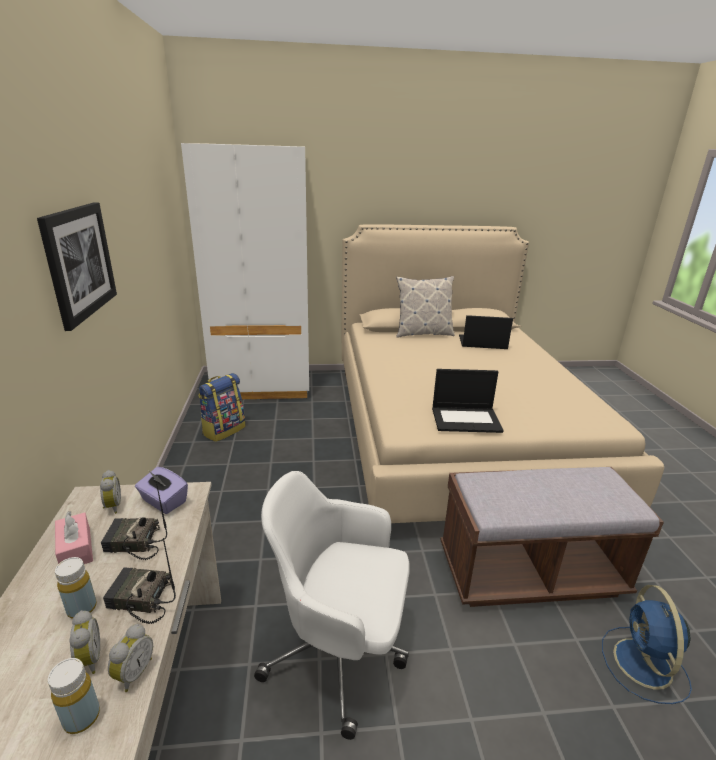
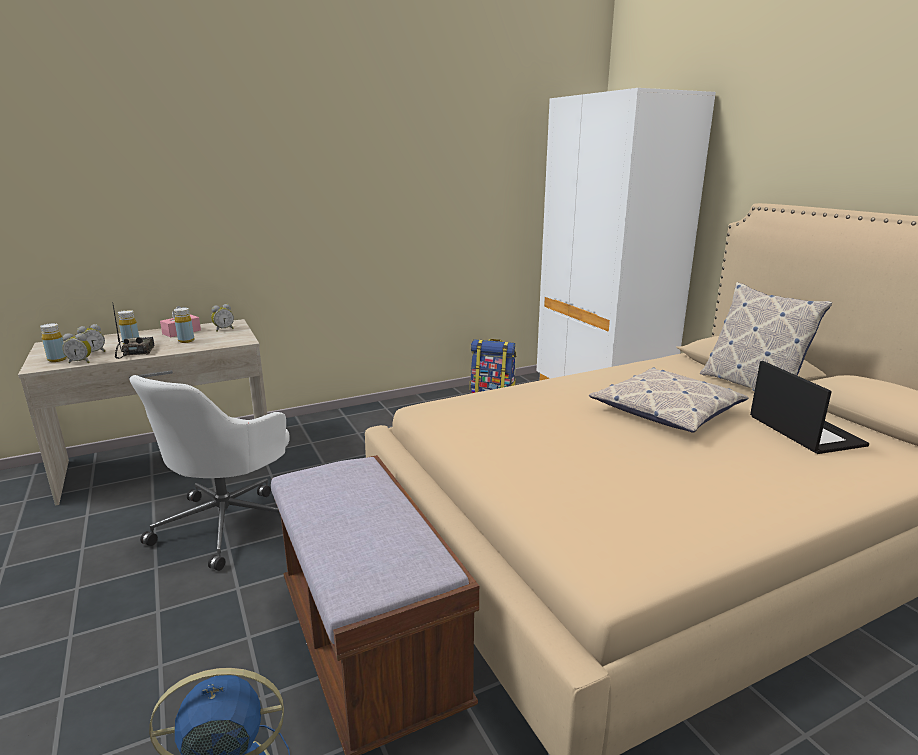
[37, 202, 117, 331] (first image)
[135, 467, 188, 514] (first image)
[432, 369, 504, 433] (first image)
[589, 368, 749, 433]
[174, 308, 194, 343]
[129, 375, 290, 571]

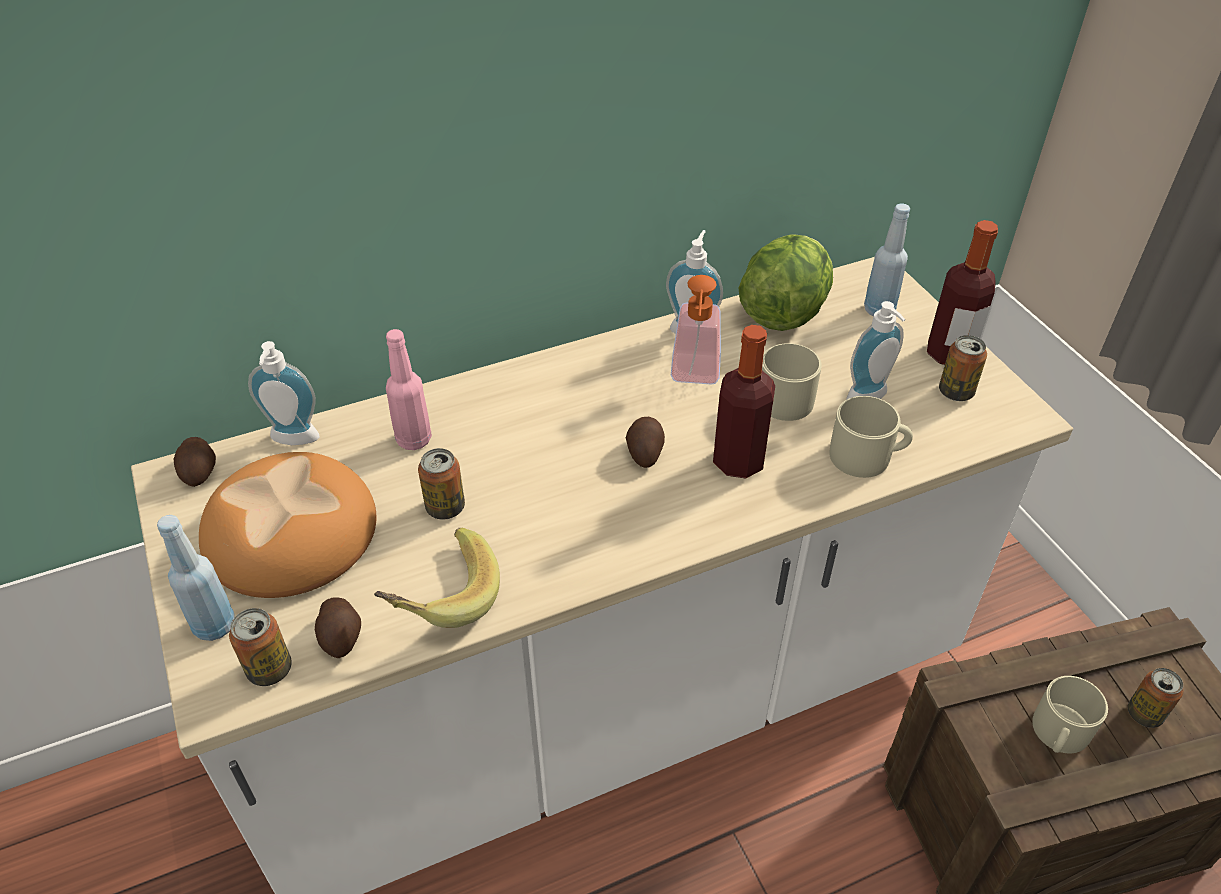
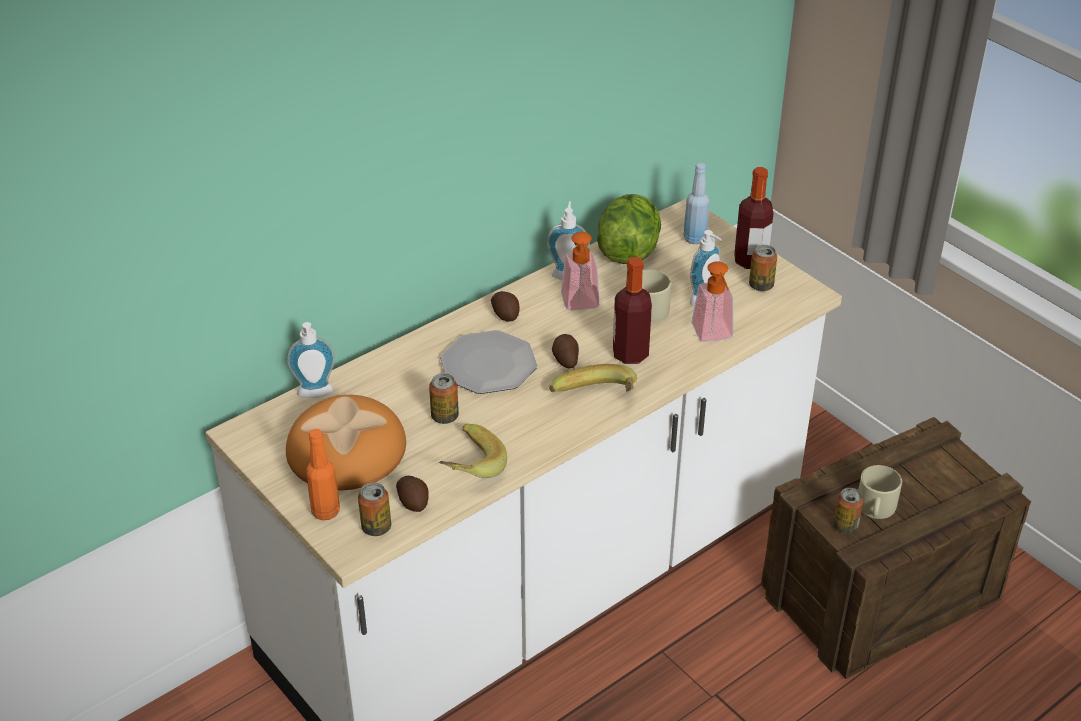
[386, 329, 432, 450] (first image)
[440, 330, 537, 394]
[549, 364, 637, 393]
[491, 291, 520, 321]
[833, 488, 863, 533]
[691, 261, 733, 342]
[306, 429, 340, 520]

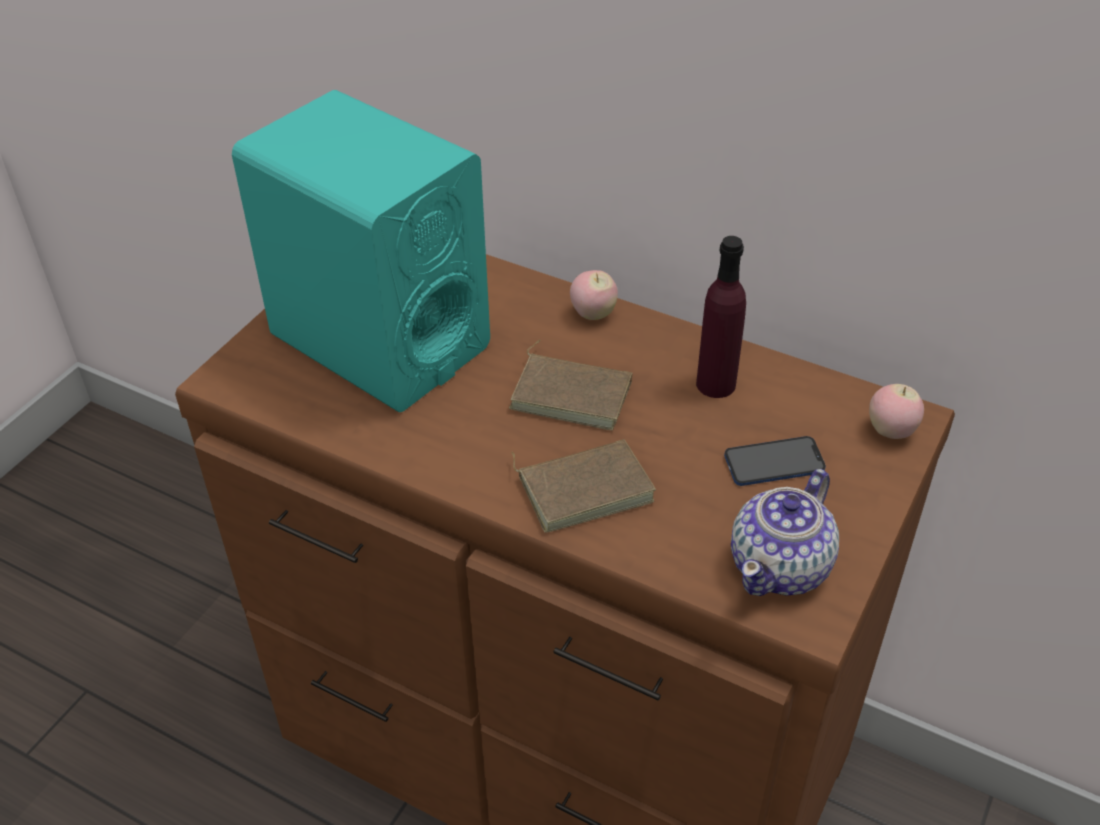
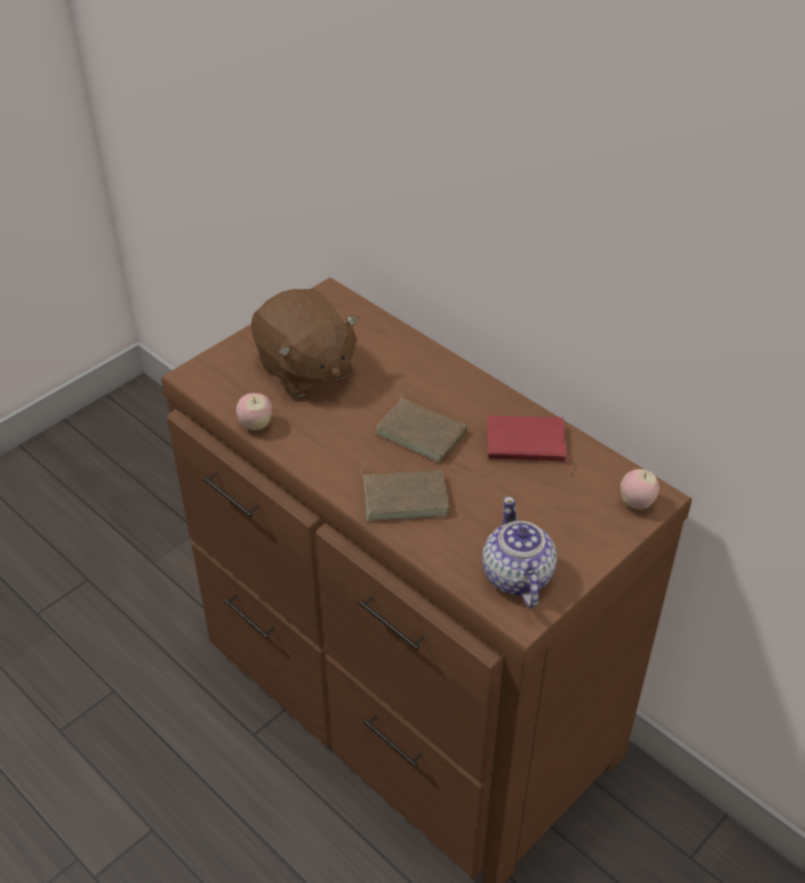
[724, 436, 826, 486] (first image)
[236, 393, 272, 430]
[251, 289, 359, 397]
[487, 416, 570, 470]
[482, 496, 557, 608]

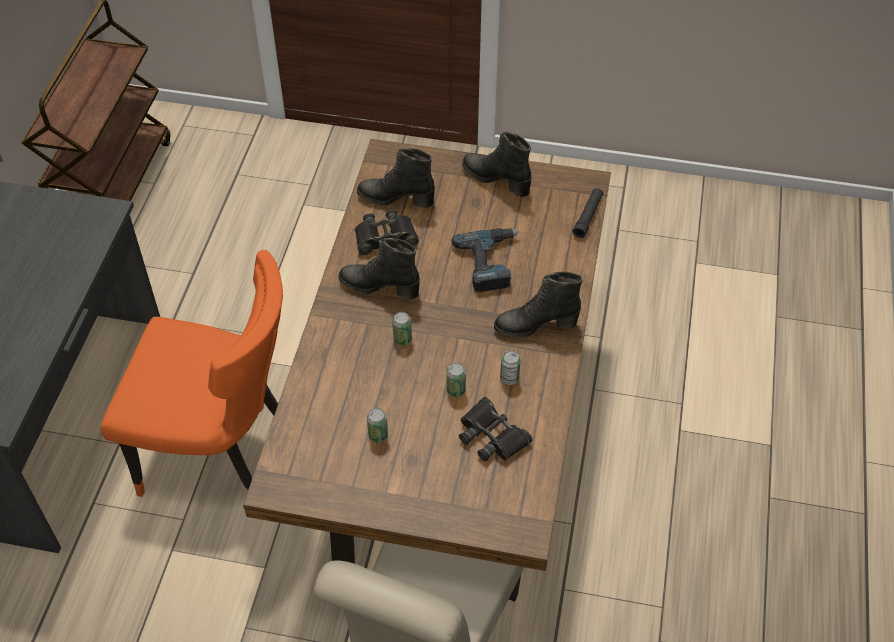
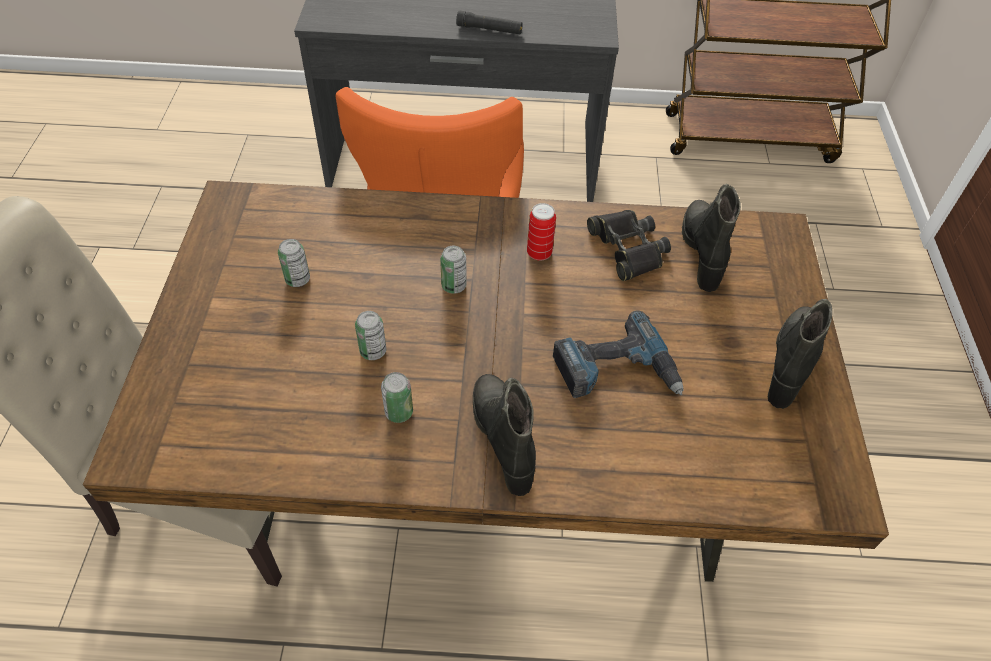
[459, 397, 532, 462] (first image)
[456, 10, 523, 34]
[527, 203, 556, 260]

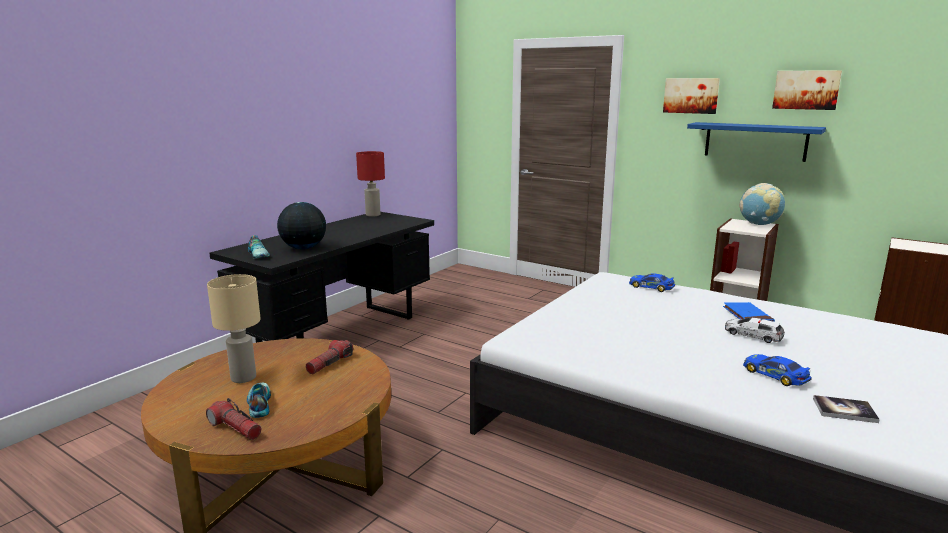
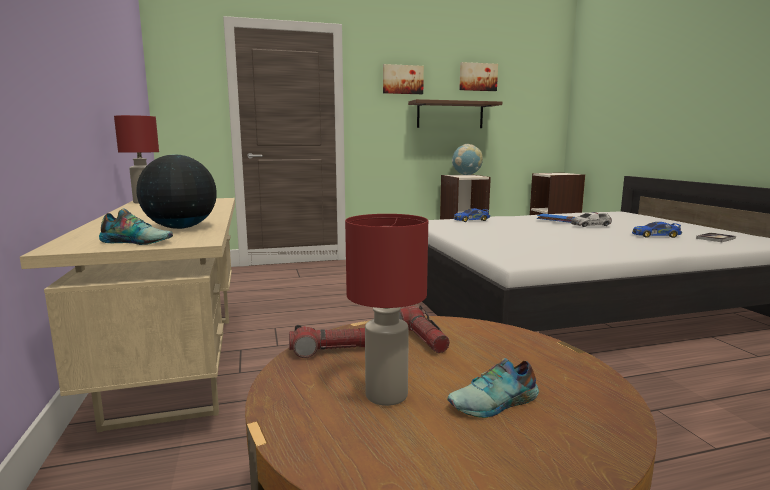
[289, 325, 365, 358]
[345, 214, 428, 406]
[20, 198, 235, 432]
[408, 99, 502, 128]
[447, 358, 539, 418]

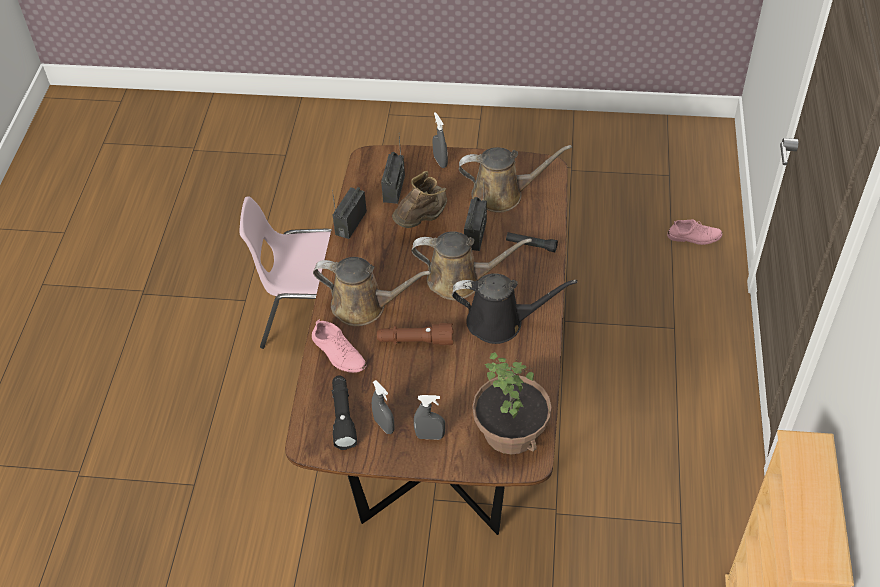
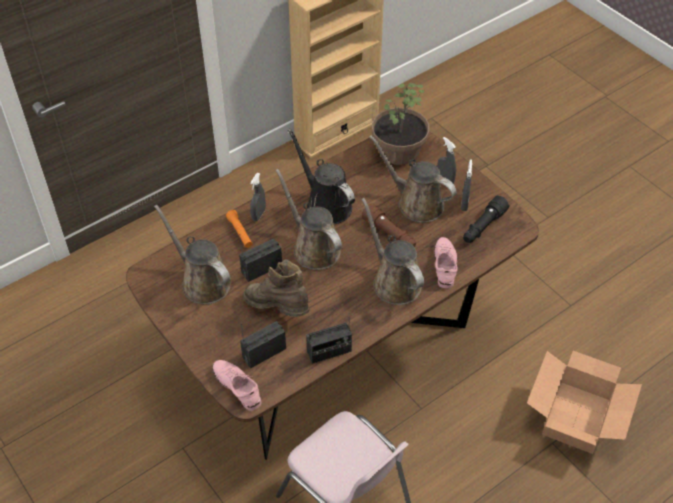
[369, 135, 456, 223]
[527, 351, 642, 454]
[250, 173, 266, 221]
[212, 360, 261, 411]
[226, 210, 252, 248]
[243, 259, 310, 317]

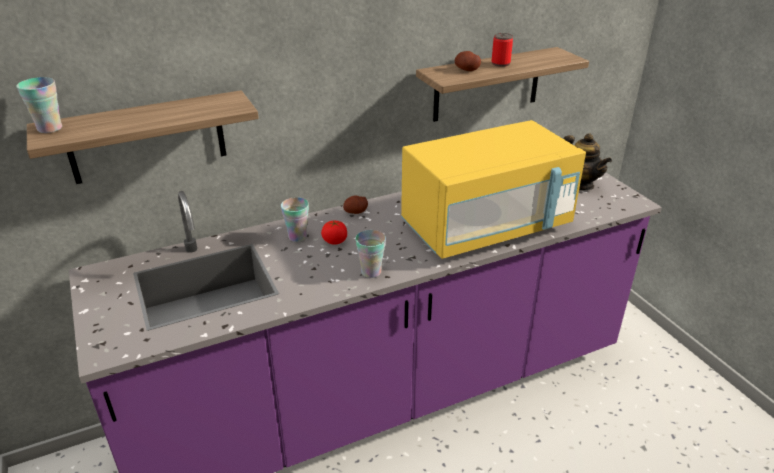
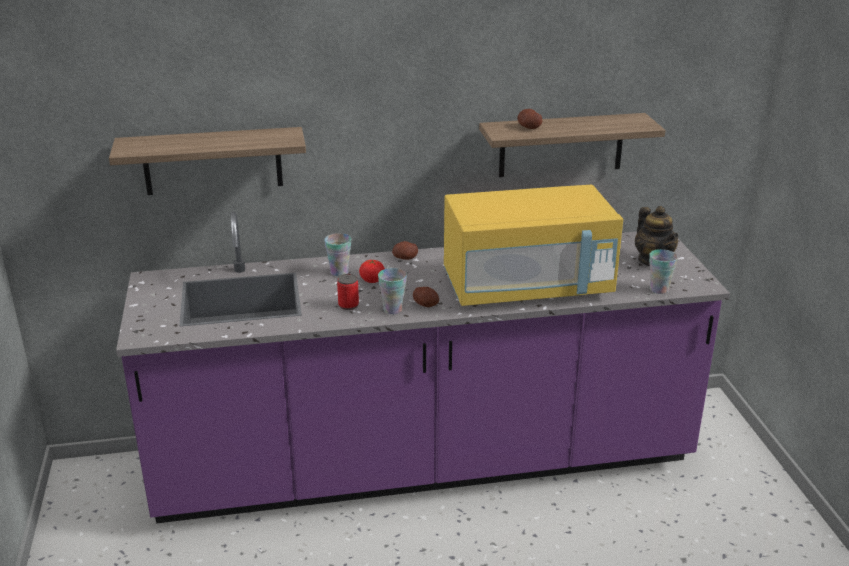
[413, 287, 439, 307]
[649, 249, 678, 294]
[337, 274, 359, 310]

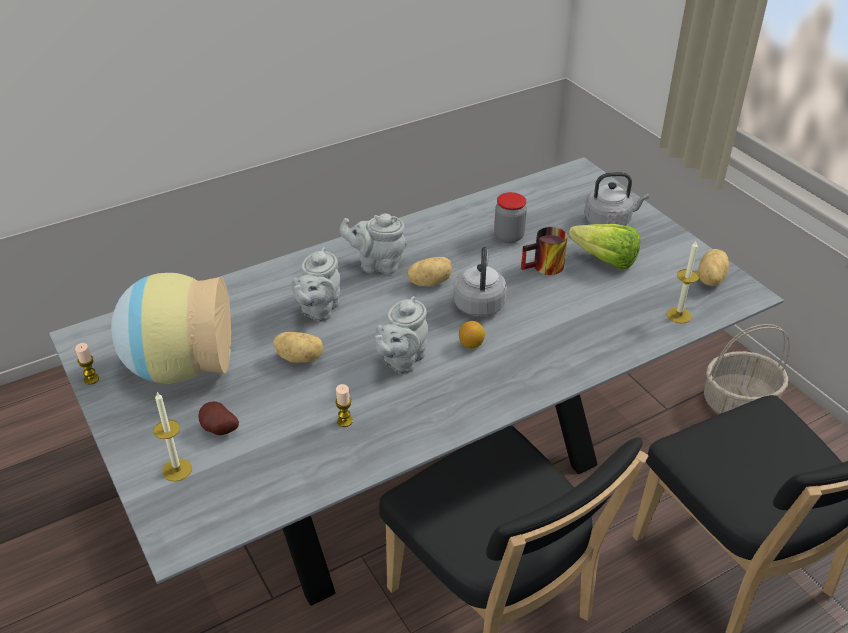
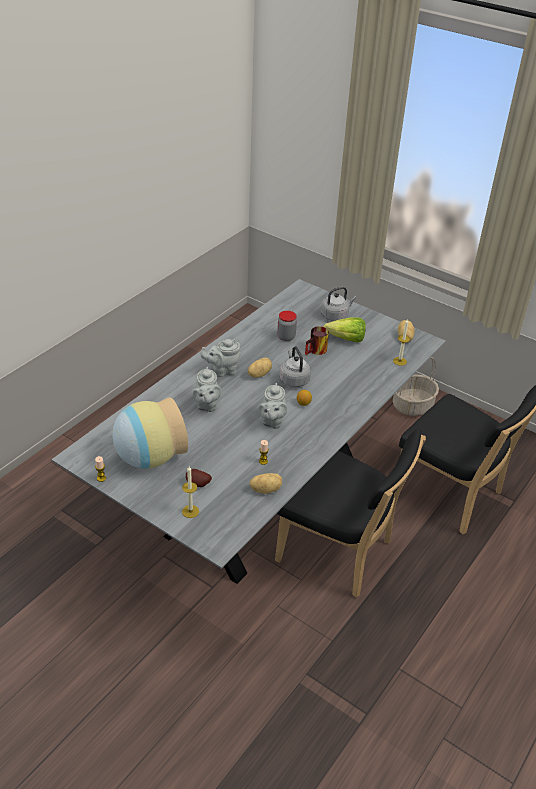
[250, 473, 282, 494]

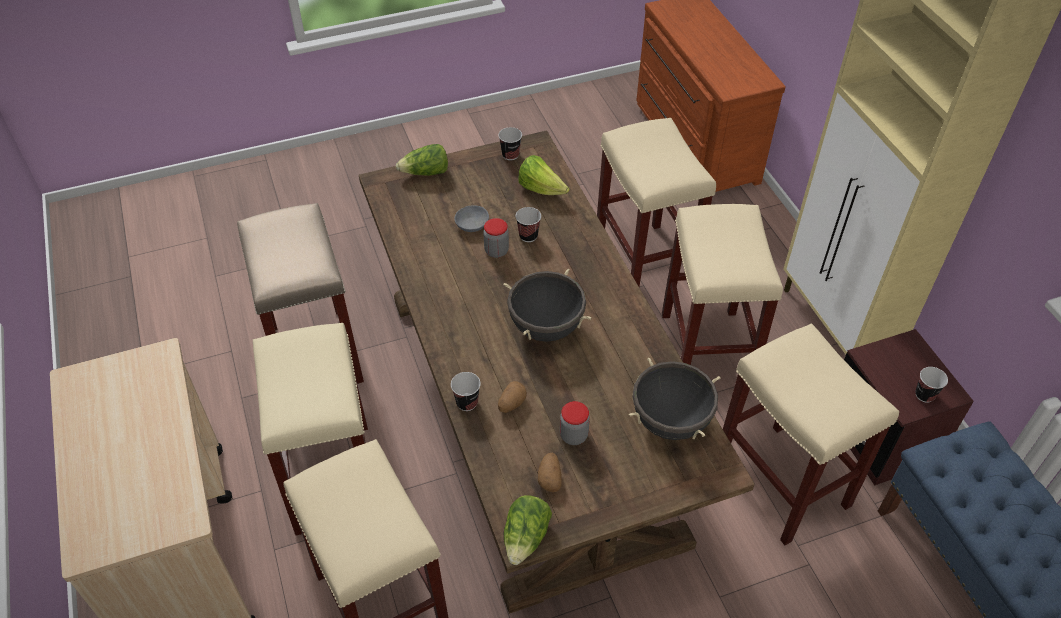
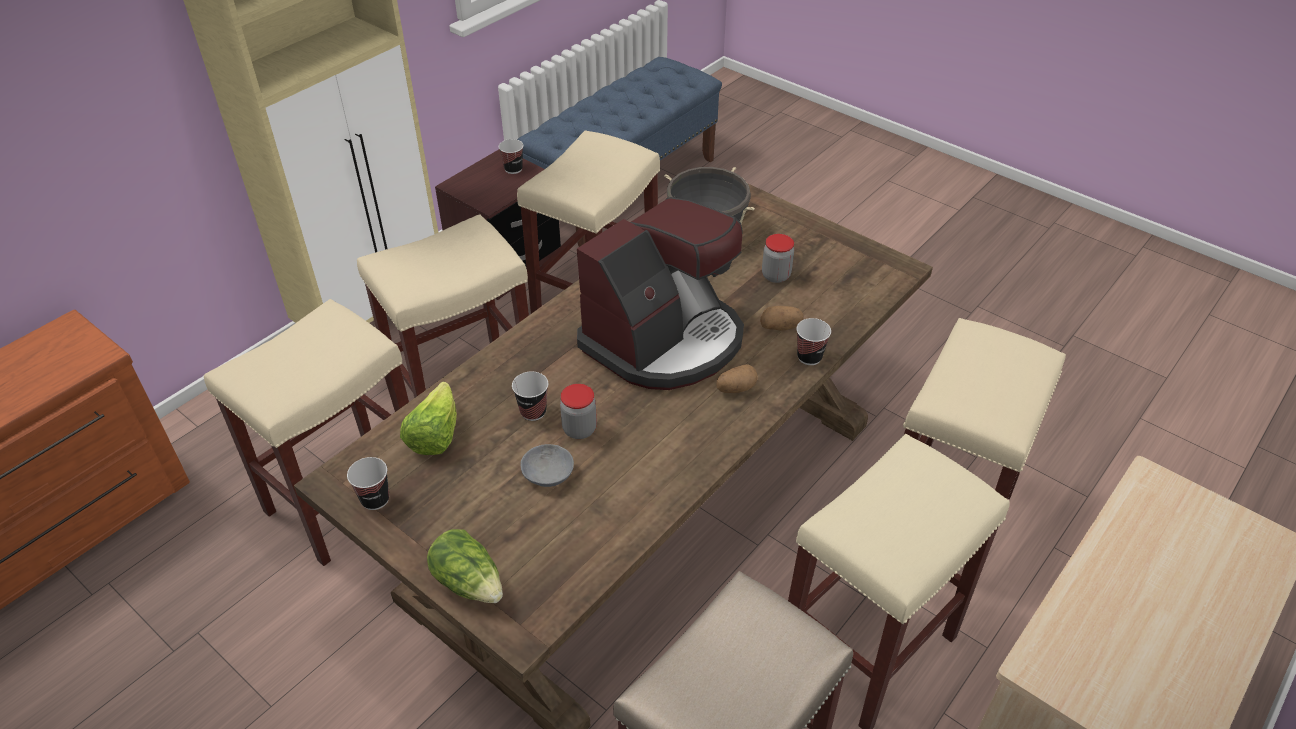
[504, 495, 552, 565] (first image)
[716, 364, 758, 393]
[577, 197, 744, 390]

